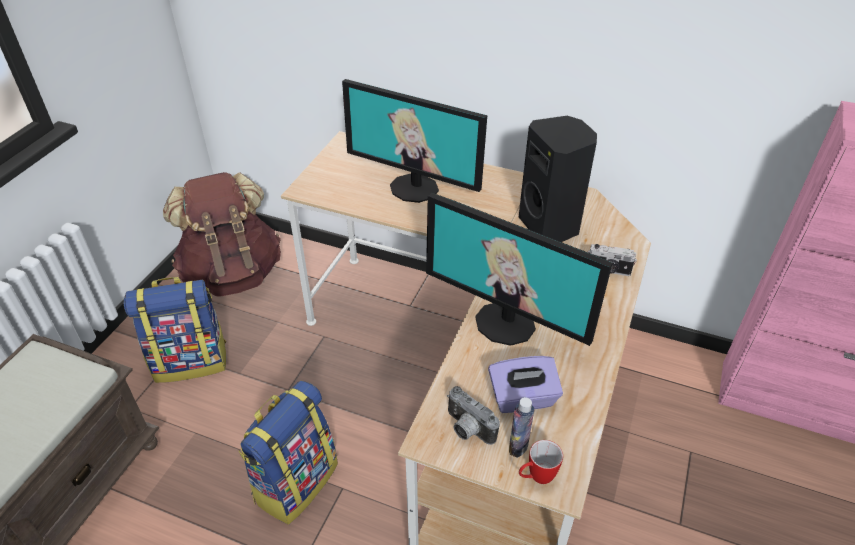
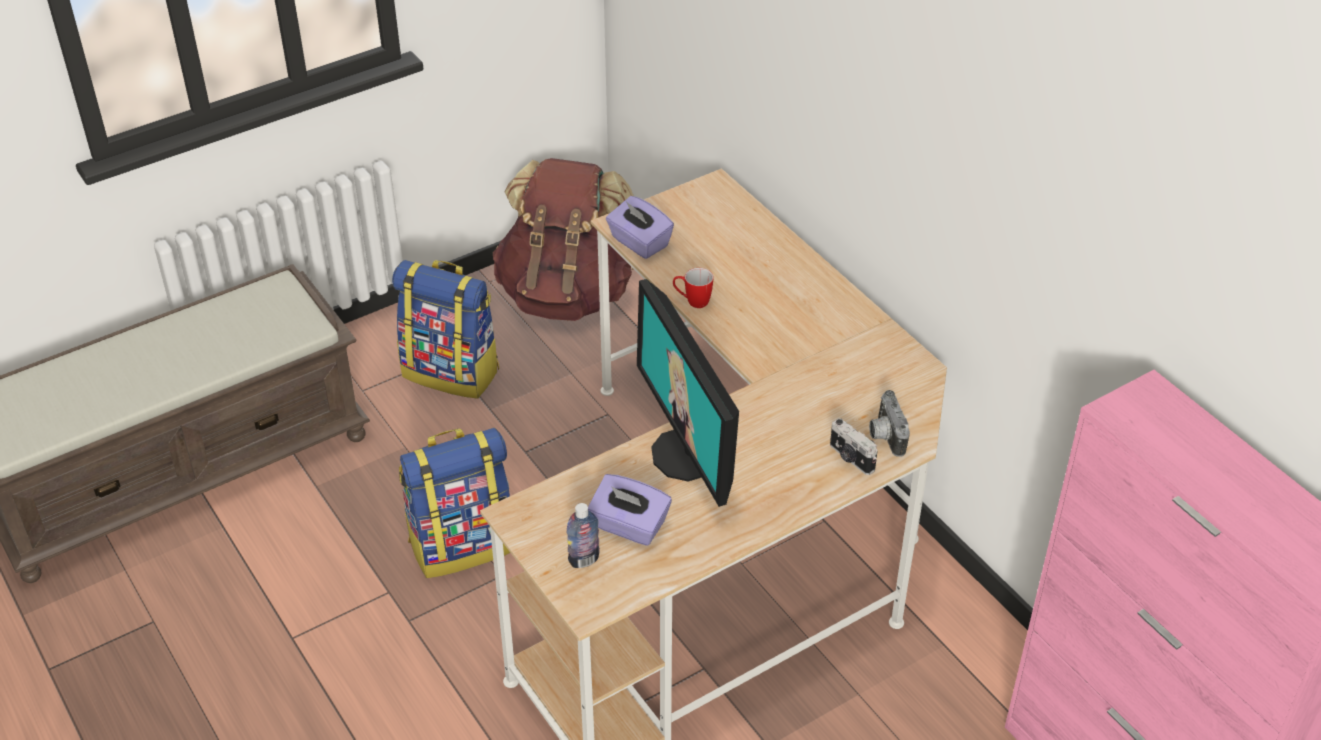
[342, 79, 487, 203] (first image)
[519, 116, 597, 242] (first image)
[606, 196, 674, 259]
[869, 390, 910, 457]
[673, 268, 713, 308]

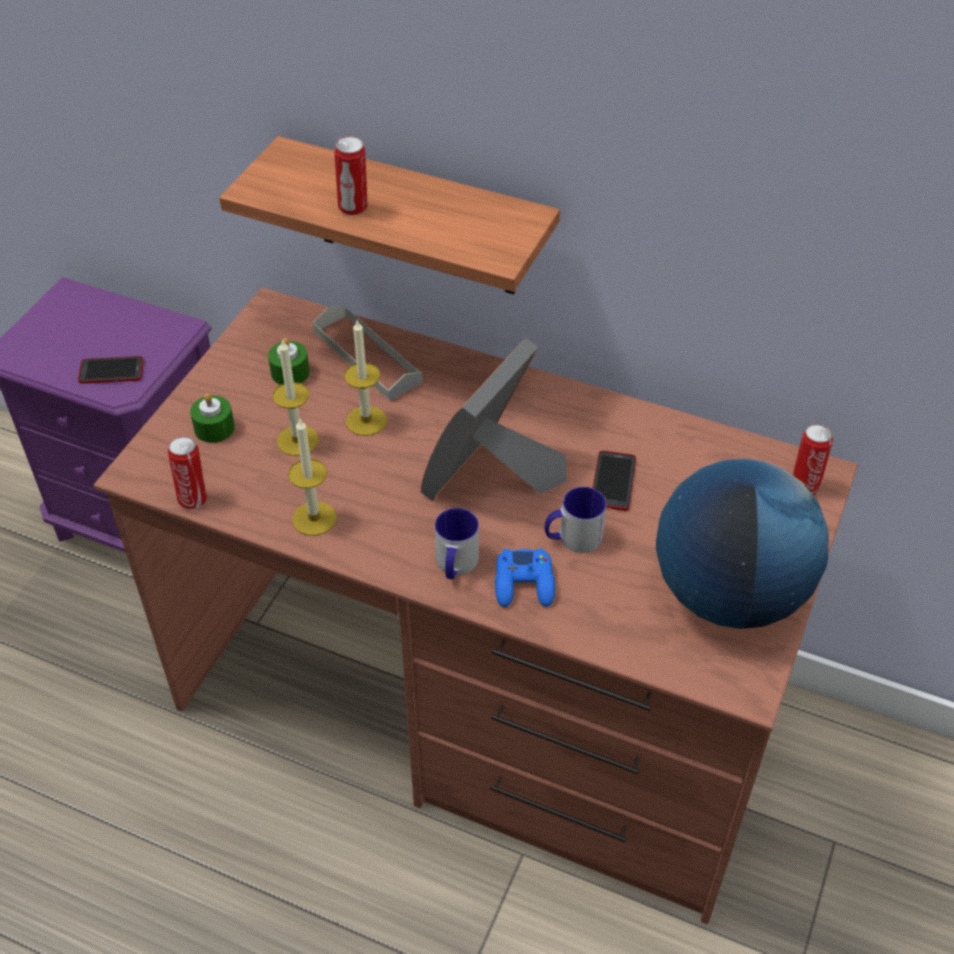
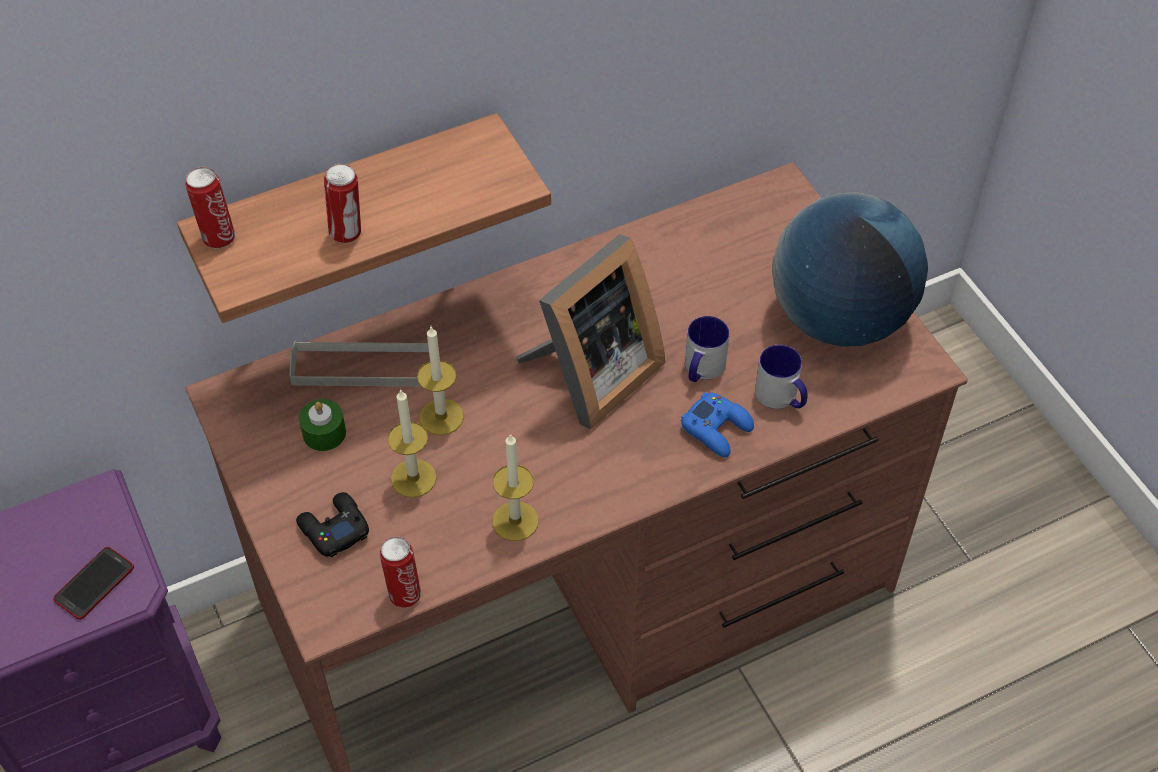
[593, 451, 636, 511] (first image)
[755, 345, 808, 409]
[185, 167, 235, 249]
[296, 492, 369, 557]
[516, 234, 665, 430]

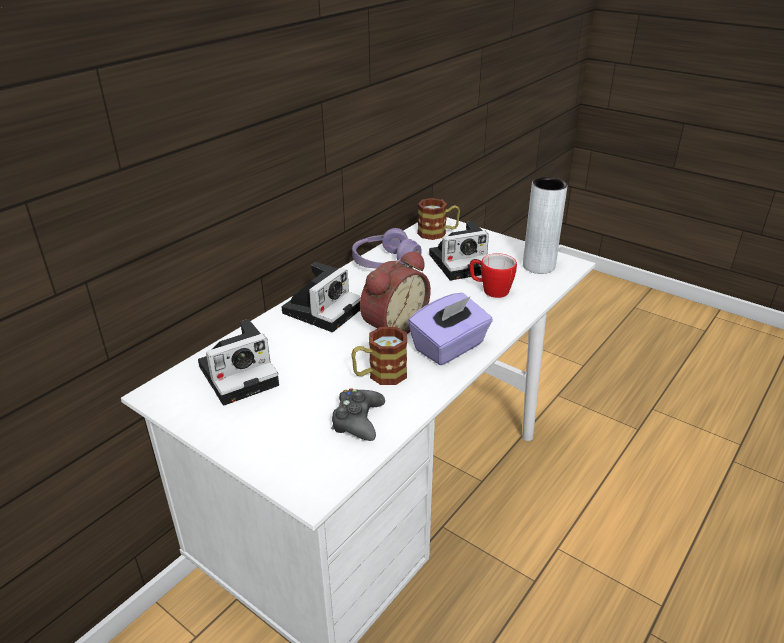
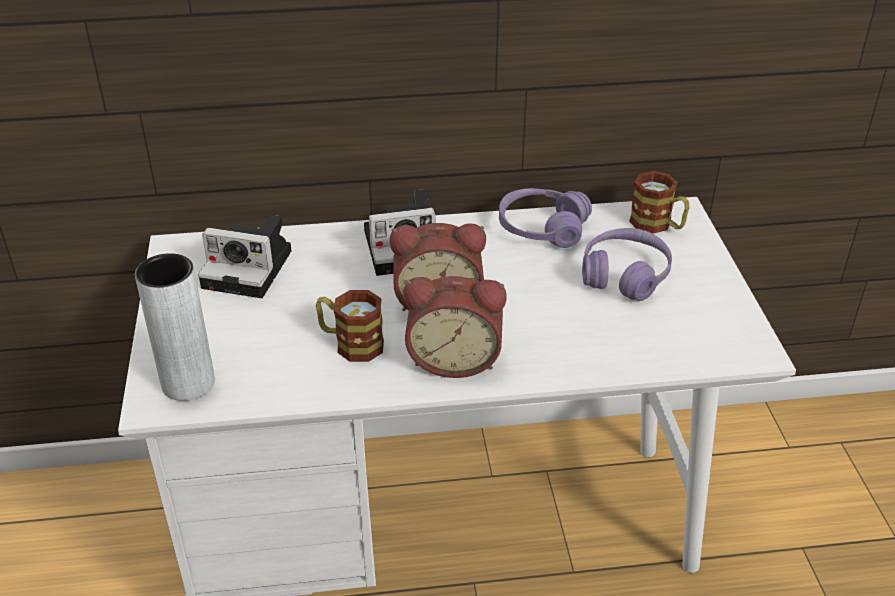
[331, 388, 385, 441] (first image)
[470, 253, 517, 298] (first image)
[135, 253, 215, 401]
[403, 276, 507, 378]
[582, 228, 672, 301]

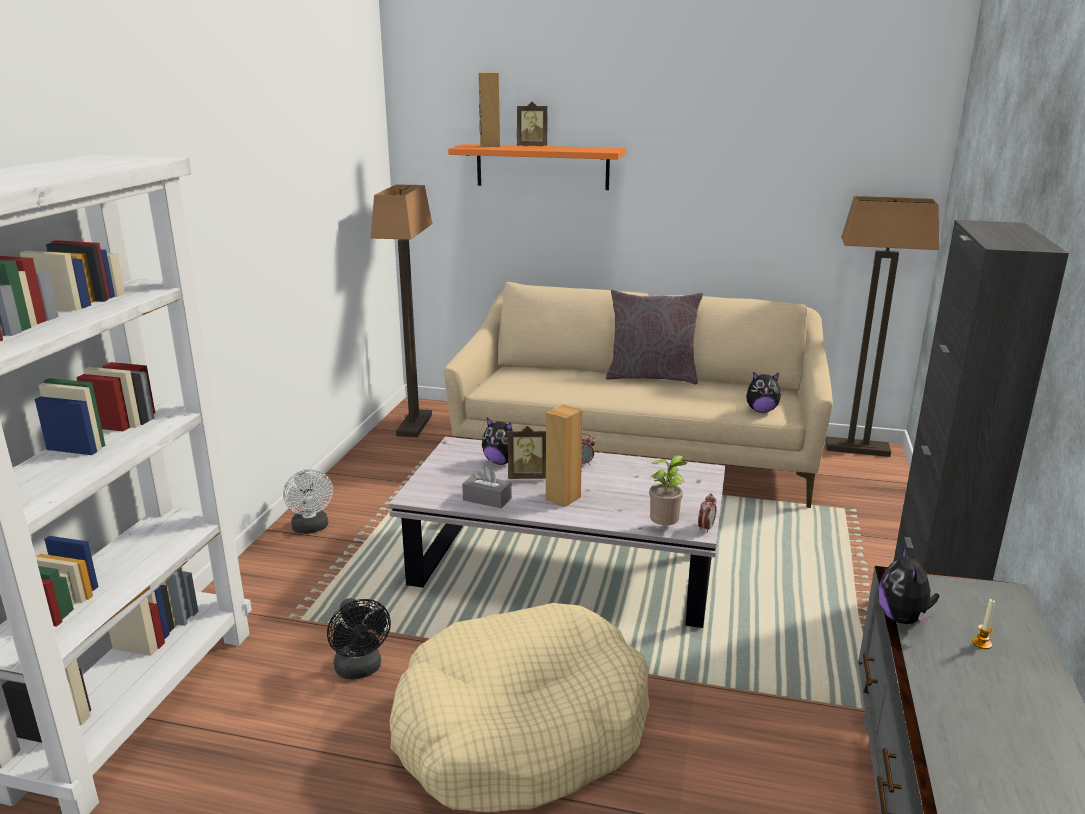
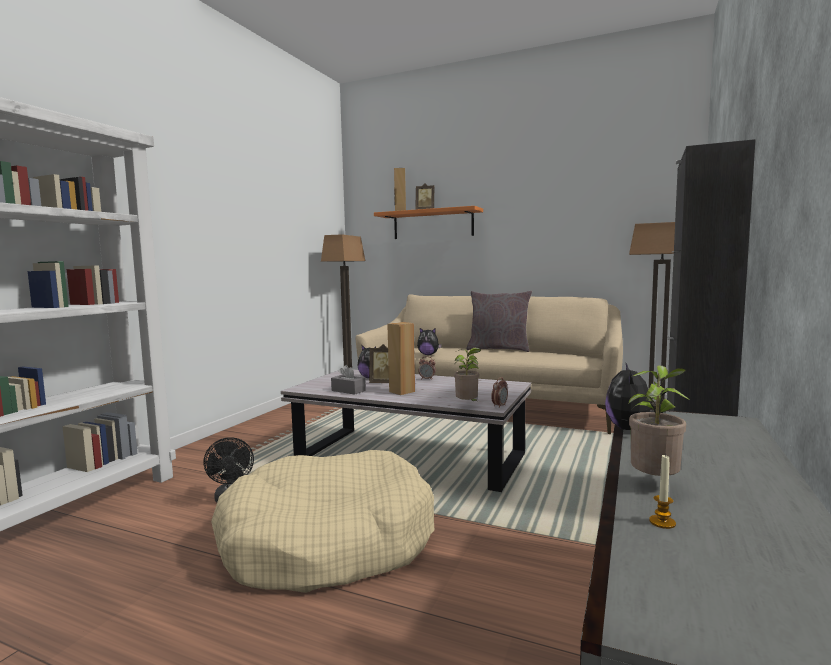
[283, 469, 333, 534] (first image)
[628, 365, 691, 476]
[417, 328, 442, 355]
[649, 454, 676, 529]

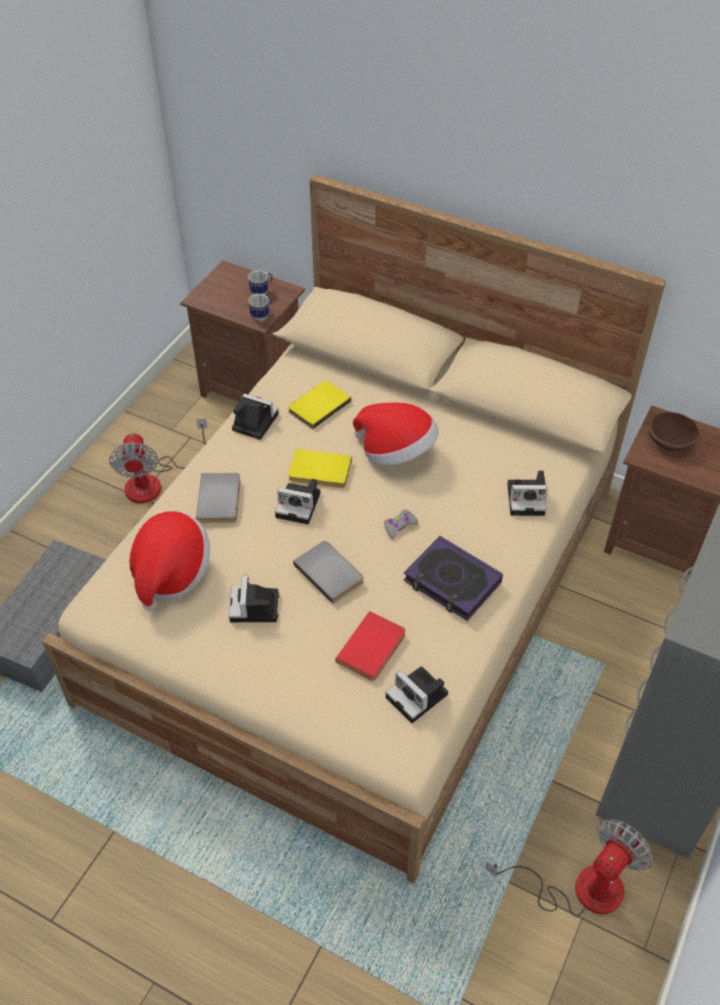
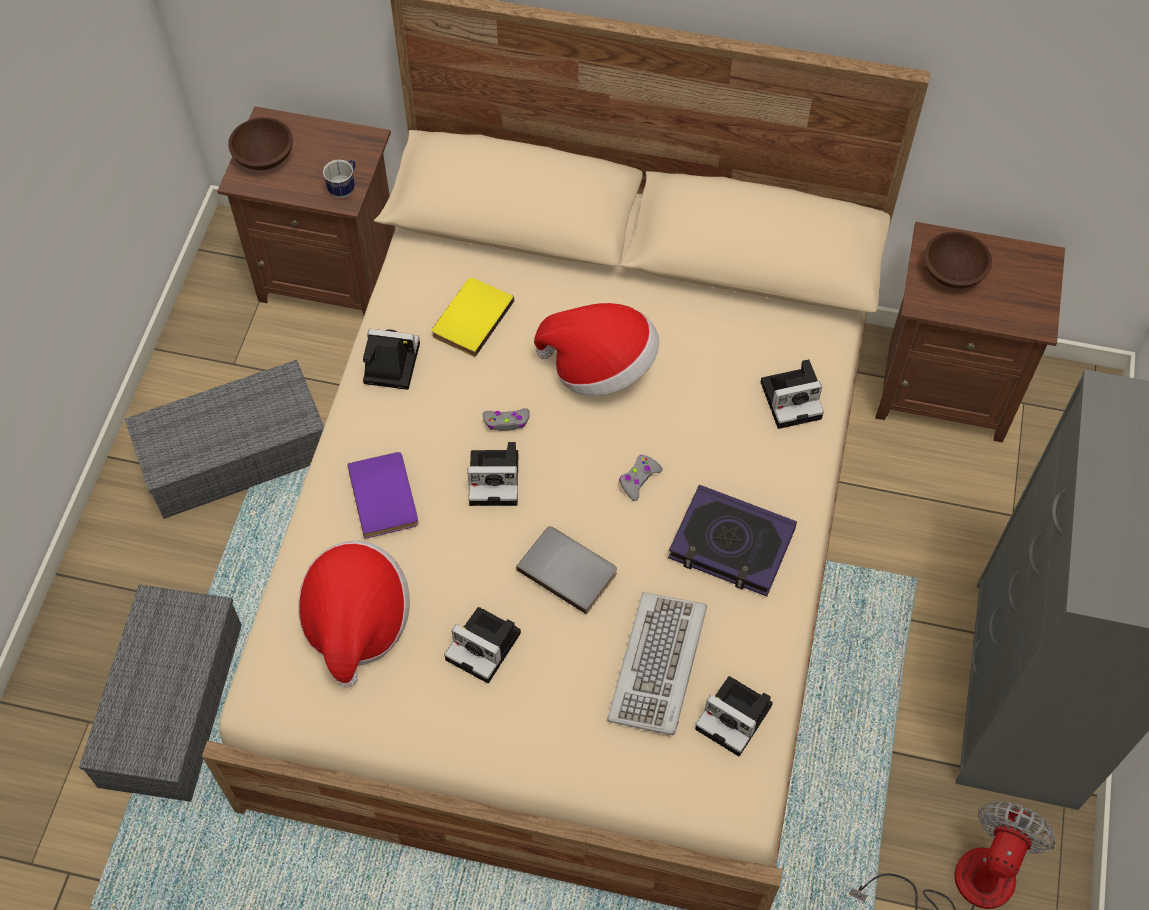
[248, 270, 273, 295] (first image)
[228, 117, 293, 170]
[125, 360, 324, 519]
[483, 408, 530, 431]
[607, 592, 707, 735]
[348, 452, 418, 539]
[444, 607, 521, 683]

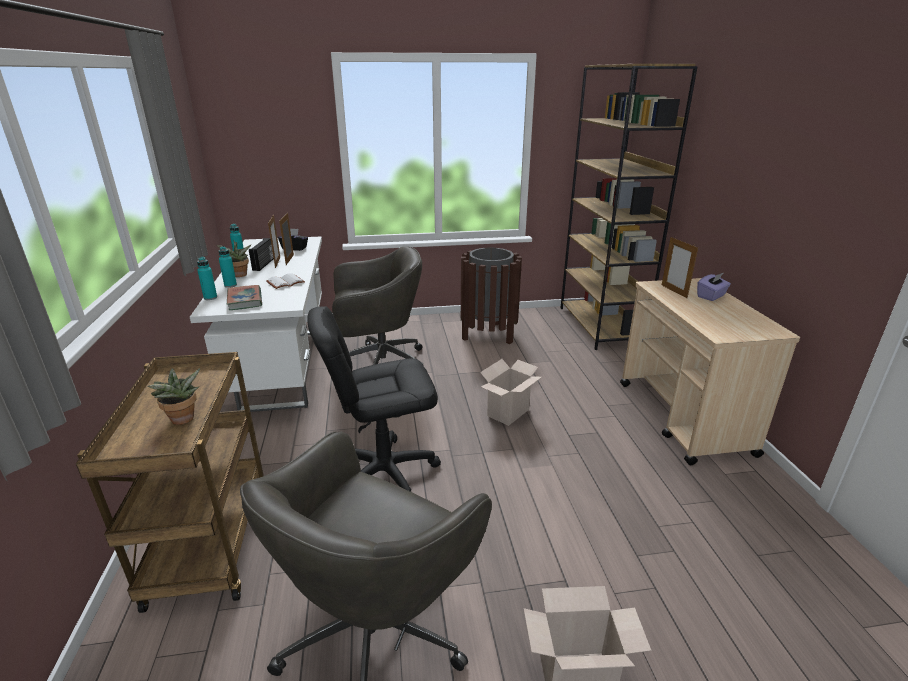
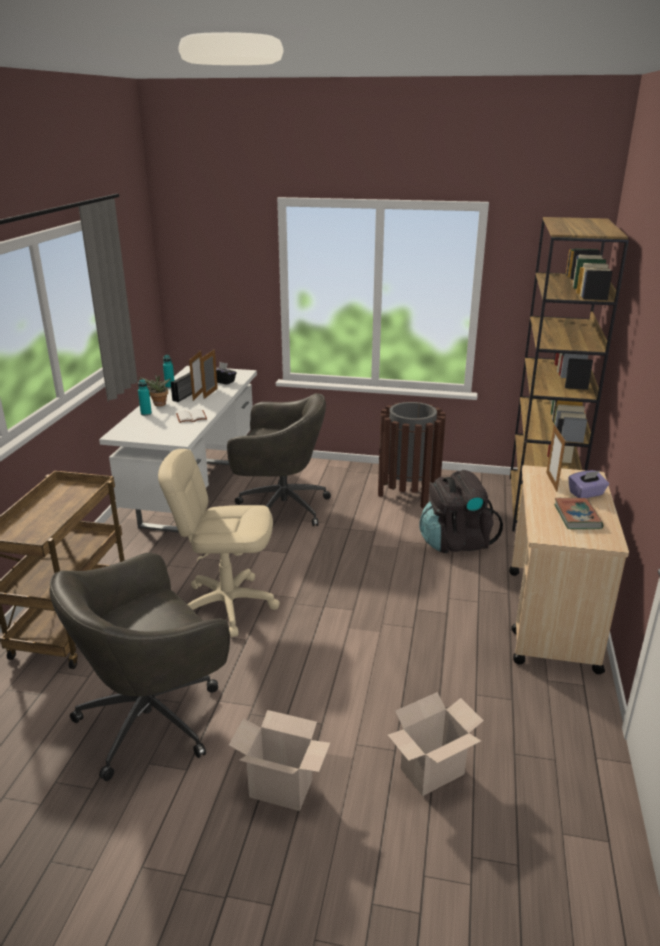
[148, 368, 200, 425] (first image)
[197, 257, 217, 300] (first image)
[419, 470, 503, 553]
[554, 498, 603, 529]
[387, 692, 484, 796]
[158, 449, 280, 637]

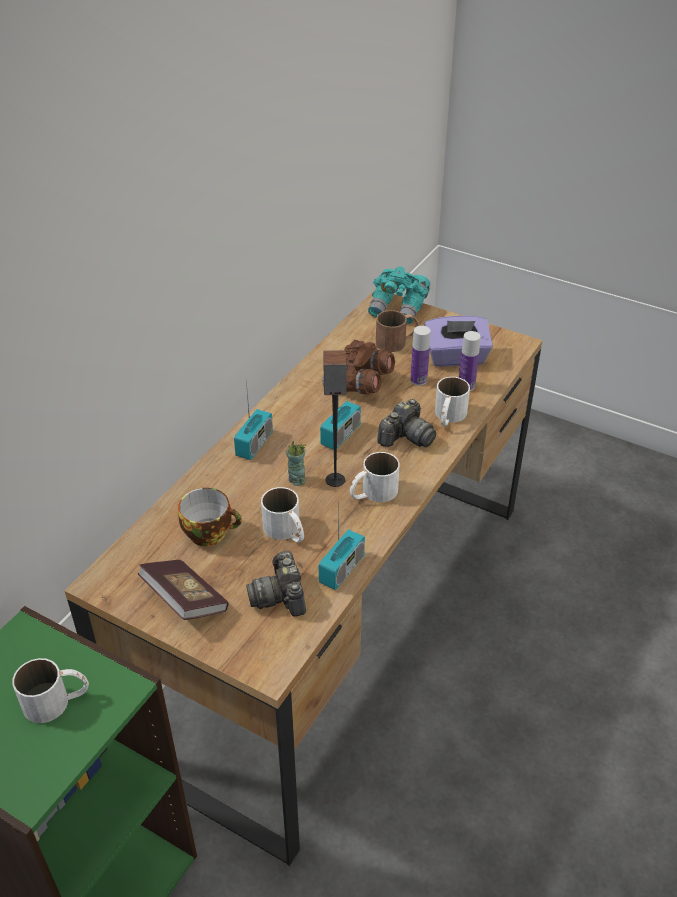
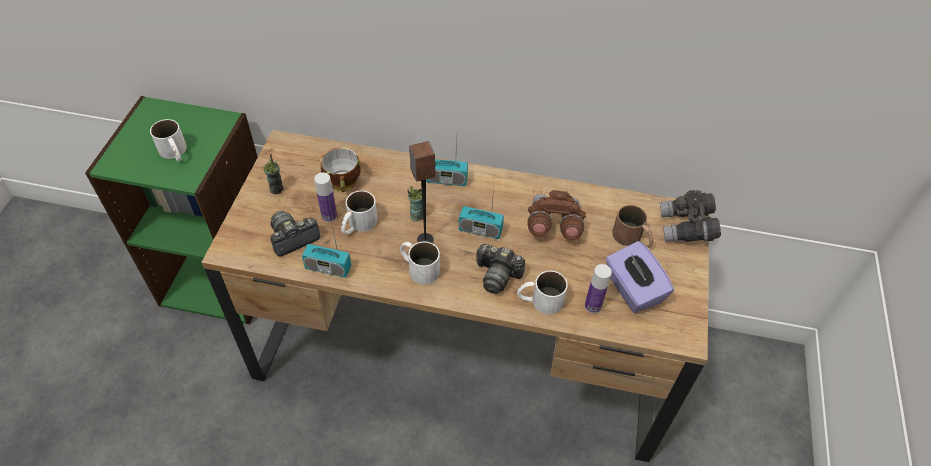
[314, 172, 337, 222]
[263, 154, 284, 194]
[660, 190, 721, 242]

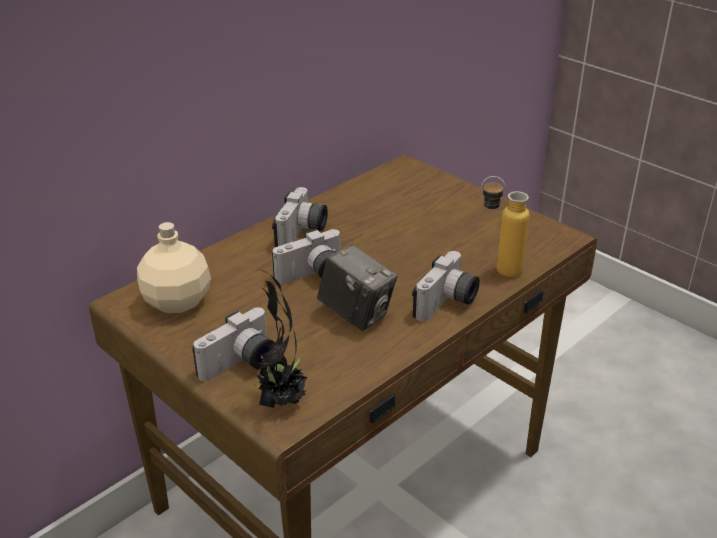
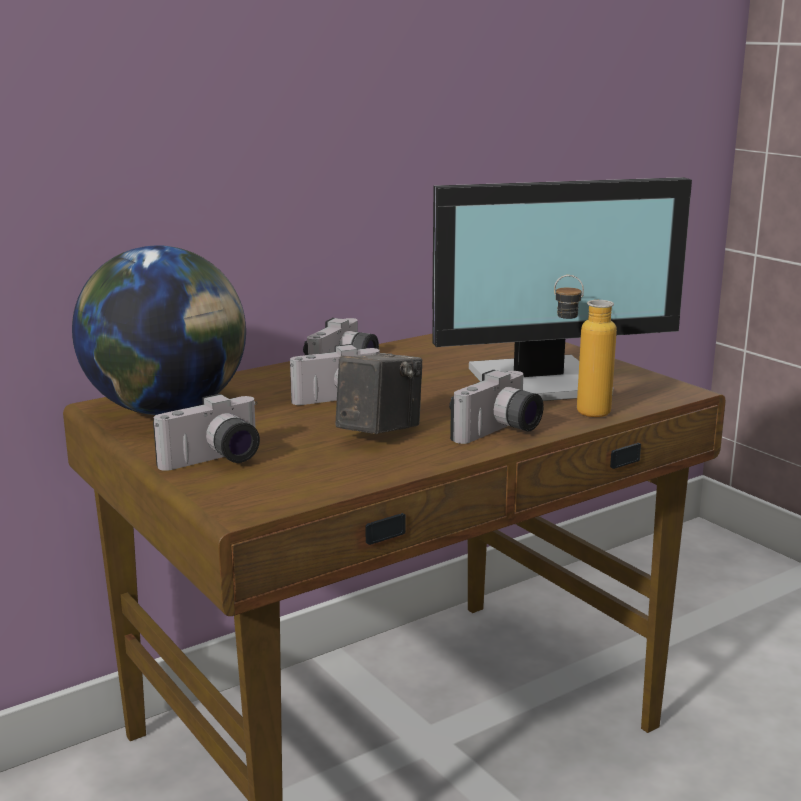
[253, 270, 307, 408] (first image)
[432, 177, 692, 401]
[72, 246, 246, 415]
[336, 353, 422, 434]

